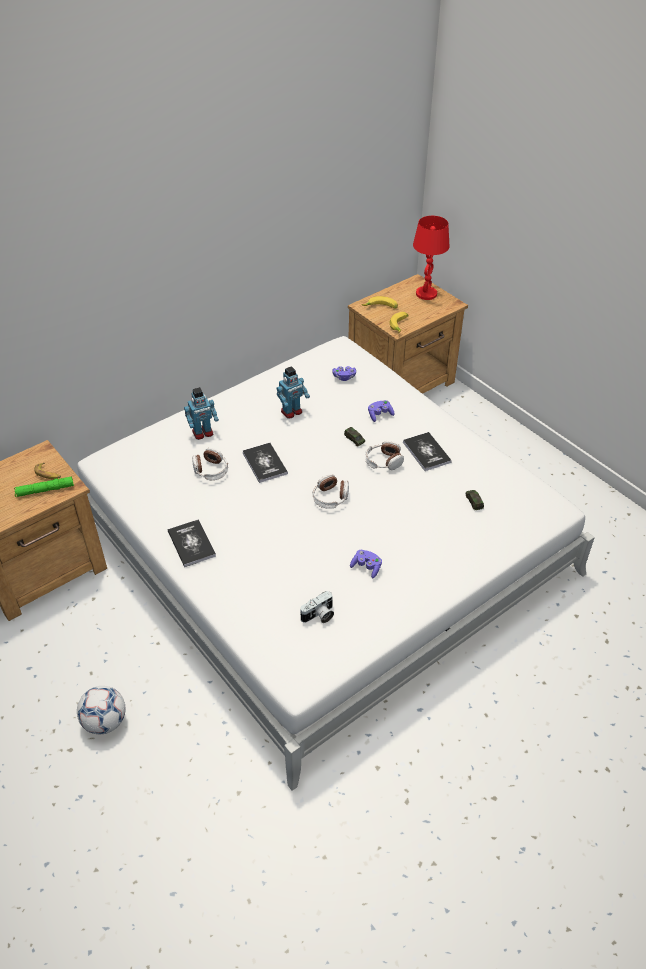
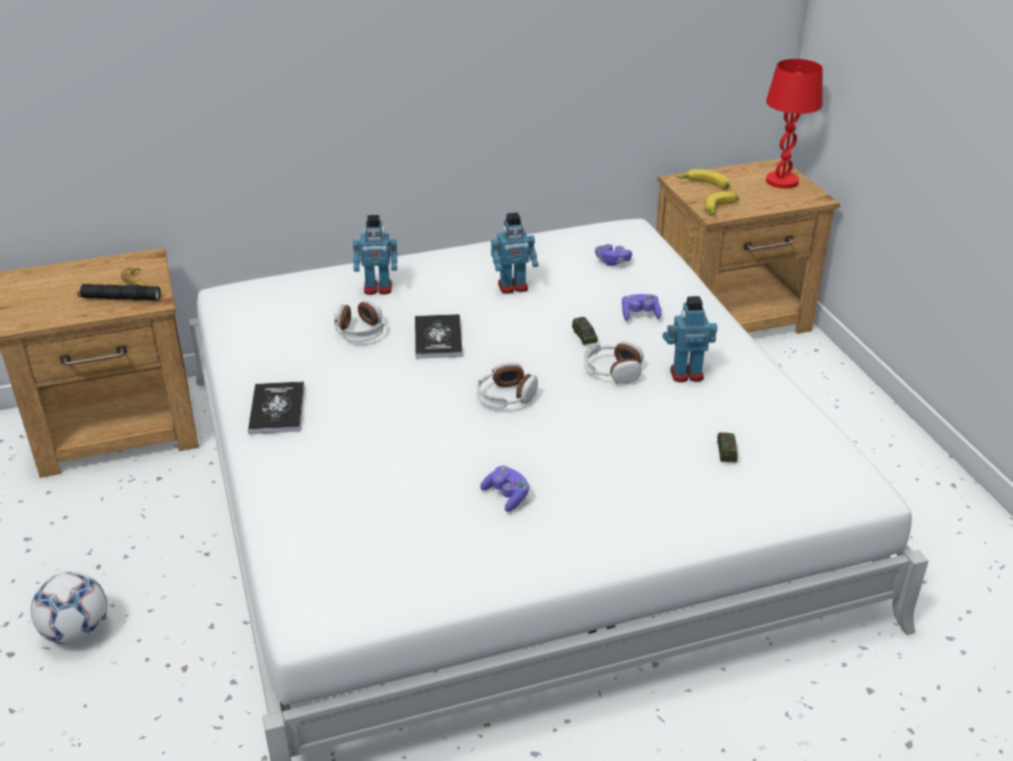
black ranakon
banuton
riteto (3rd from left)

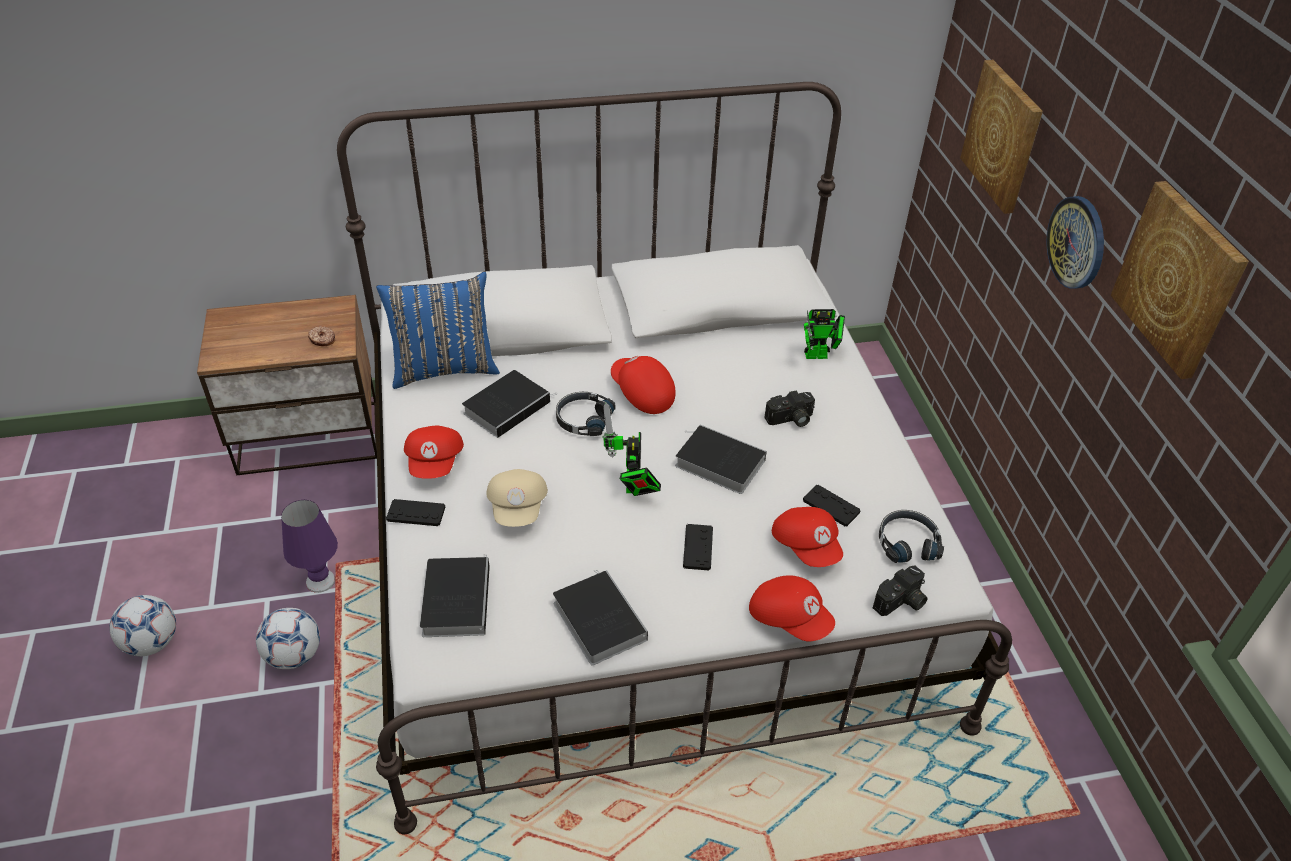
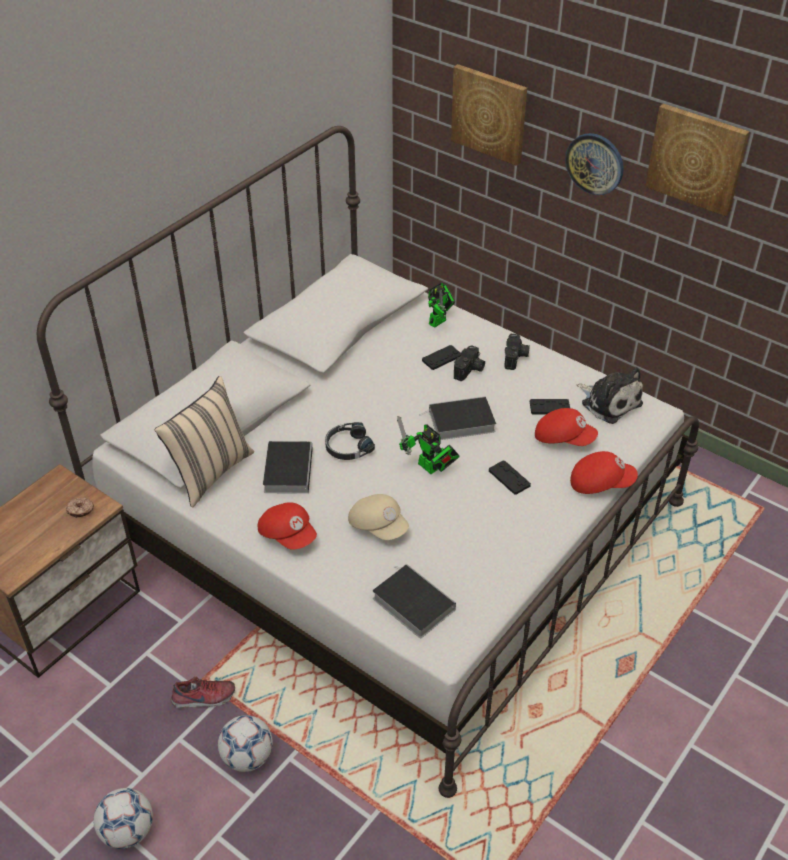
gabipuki
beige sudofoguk
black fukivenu (1st from left)
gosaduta (3rd from left in the first image)
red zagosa (2nd from left in the first image)
banuton (2nd from left)
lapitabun

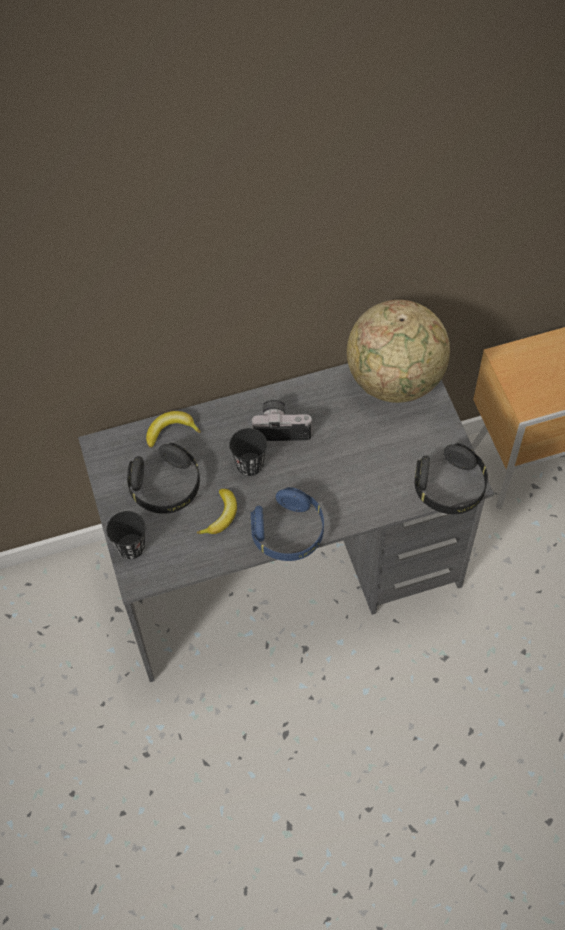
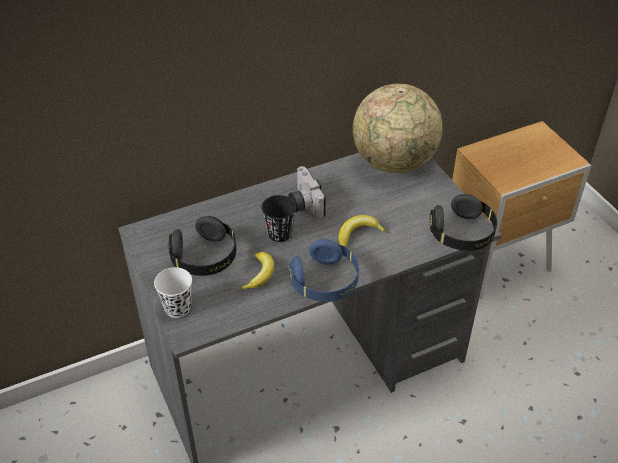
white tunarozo
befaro (2nd from left)
banuton

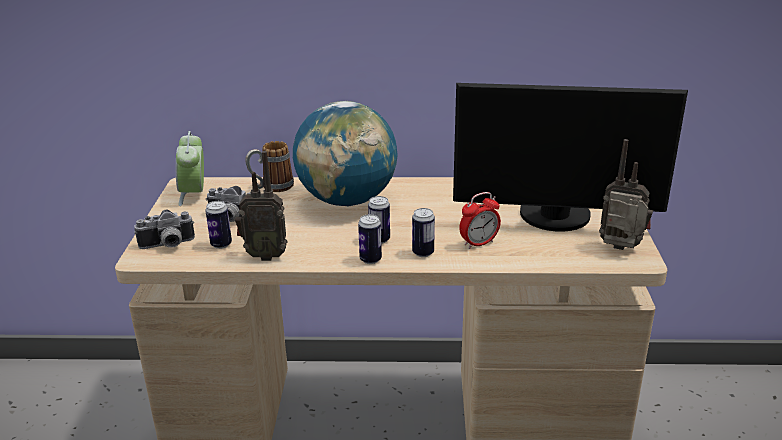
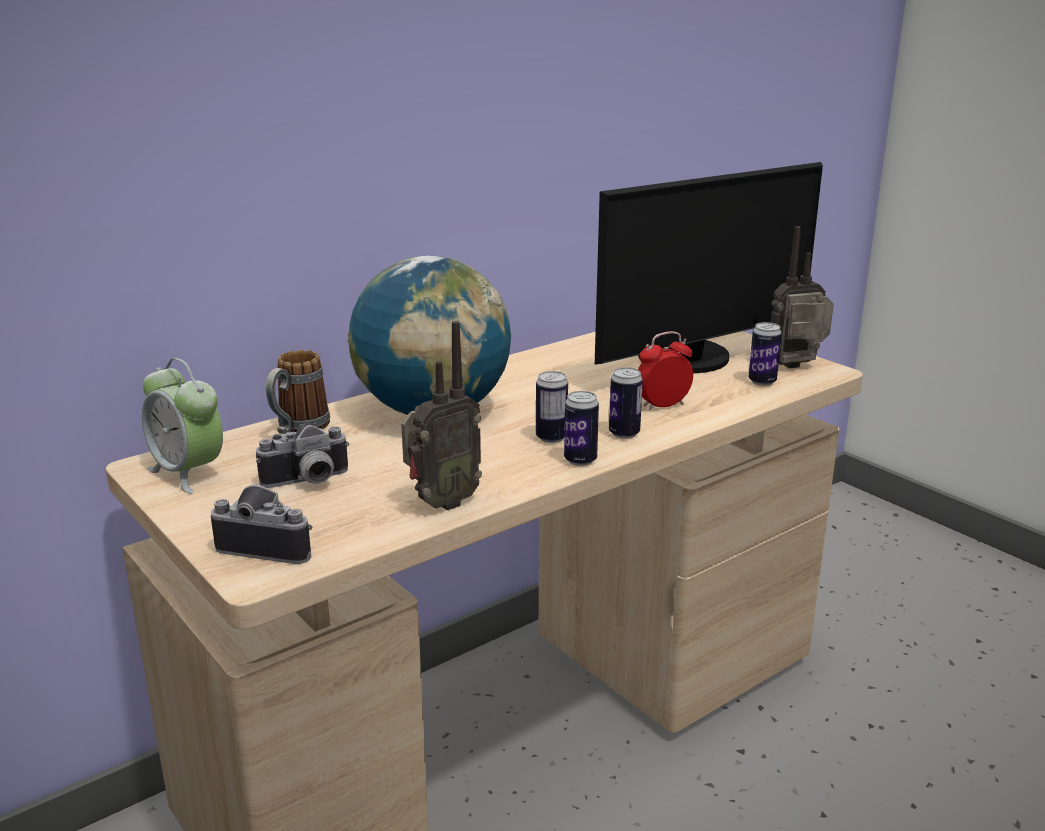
banuton (1st from left)
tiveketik (4th from left)
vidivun (2nd from left)

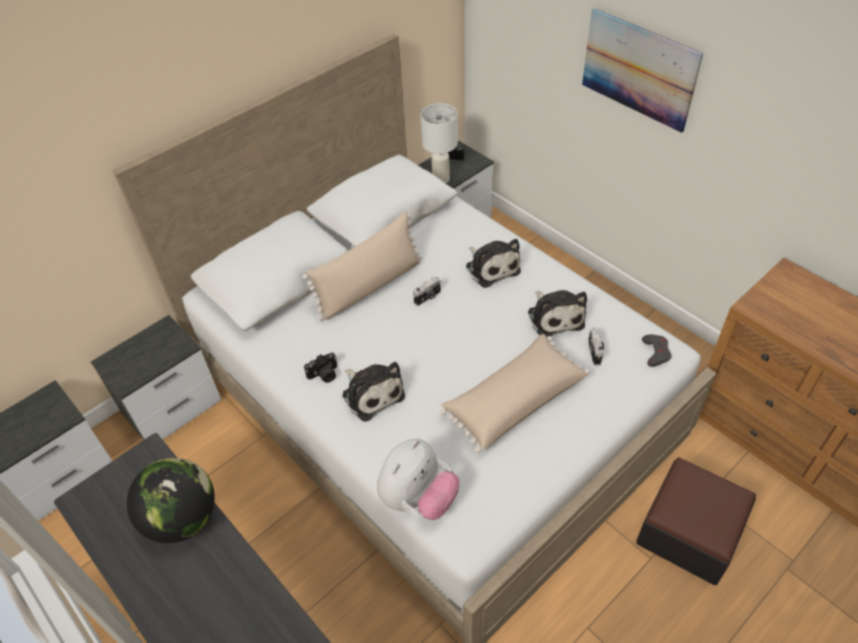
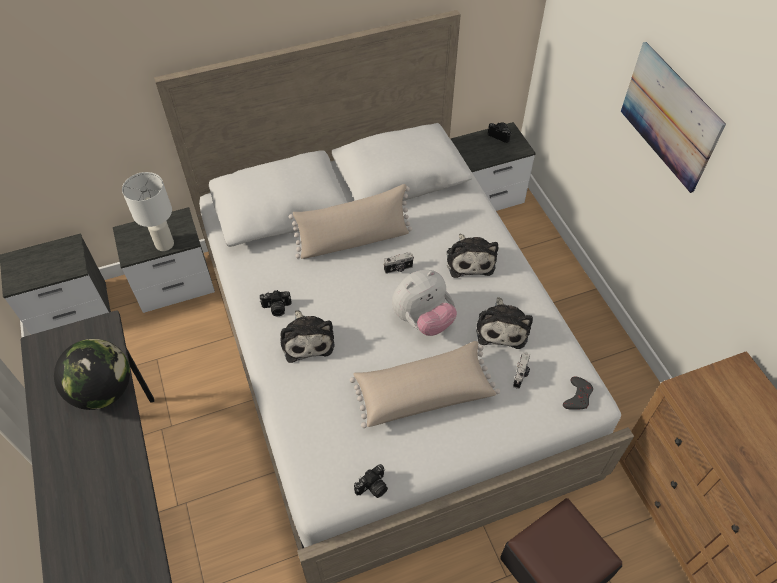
lapitabun (2nd from left)
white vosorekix
banuton (2nd from left)

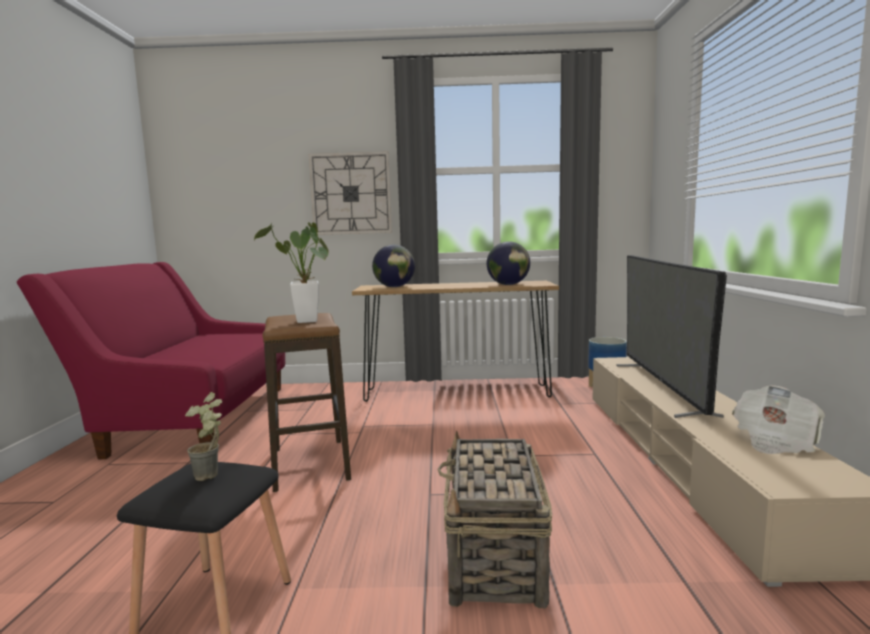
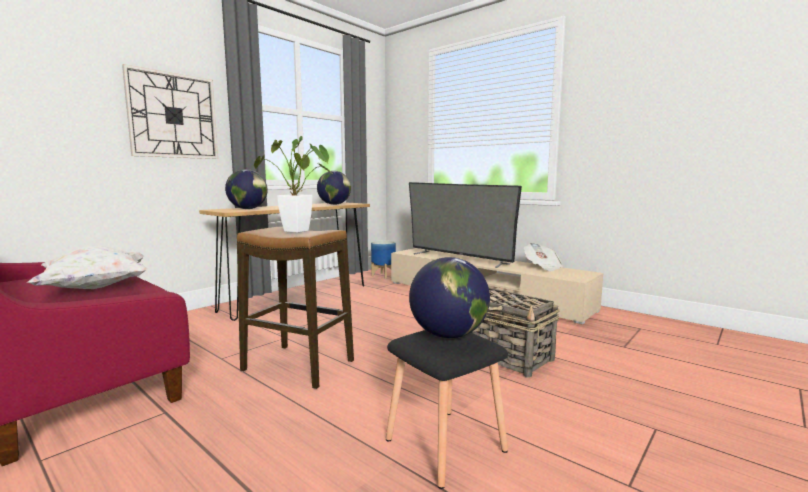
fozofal (3rd from left)
white sudofoguk

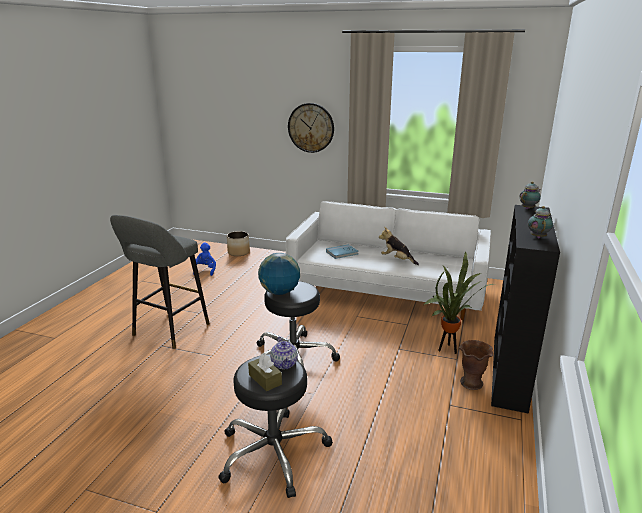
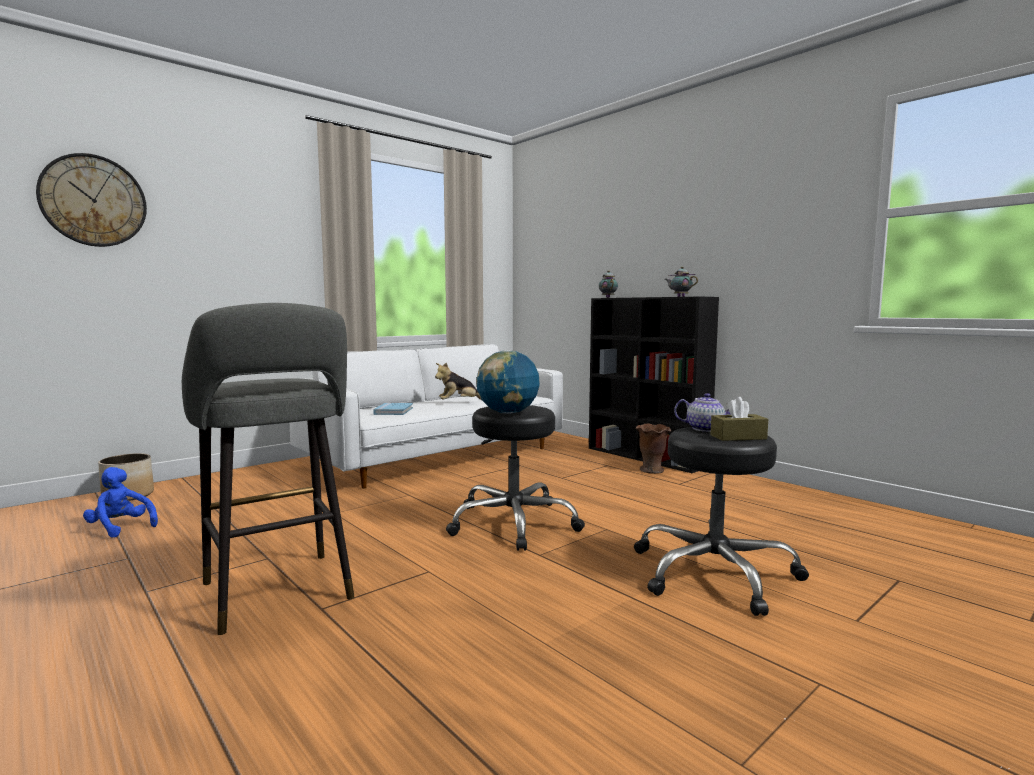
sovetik
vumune

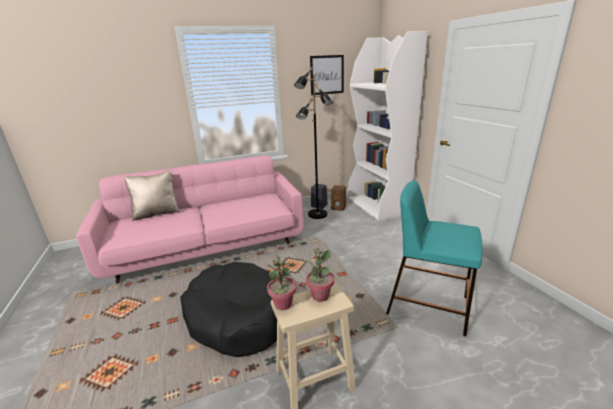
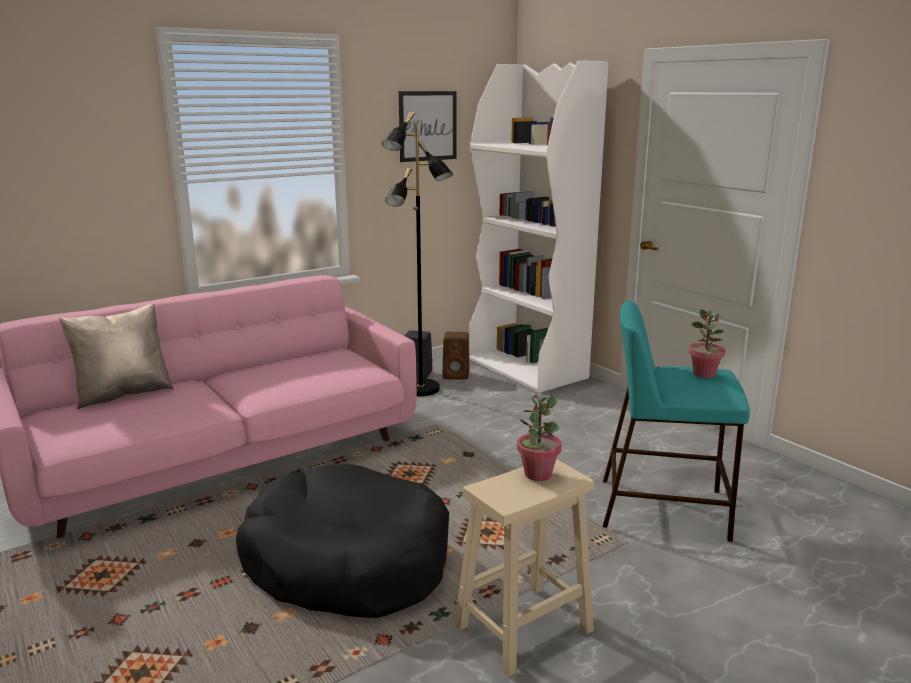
vumune (2nd from left)

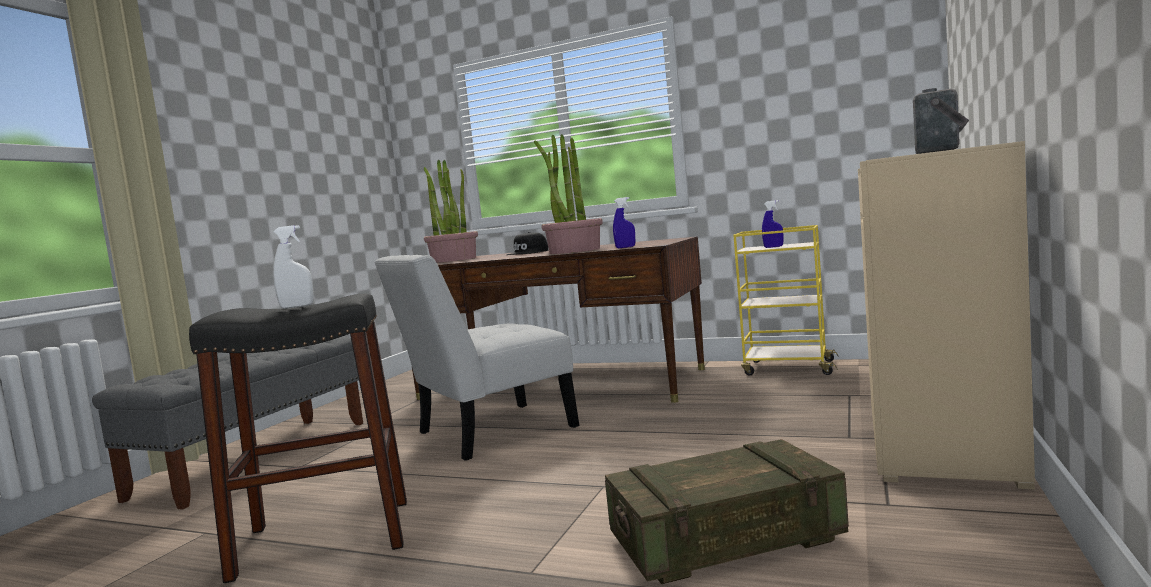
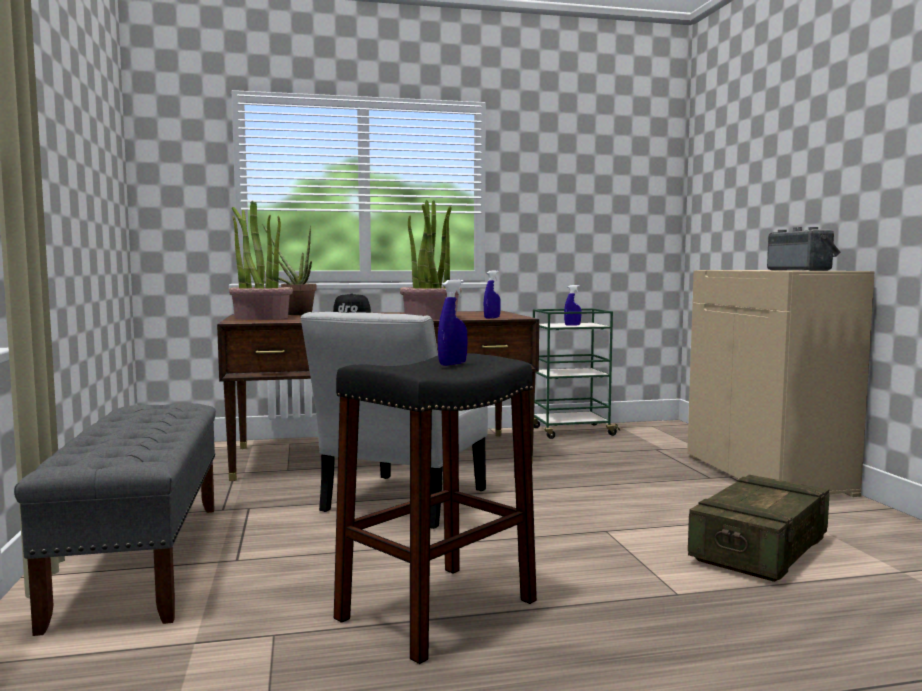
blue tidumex (1st from left)
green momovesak
vumune (2nd from left)

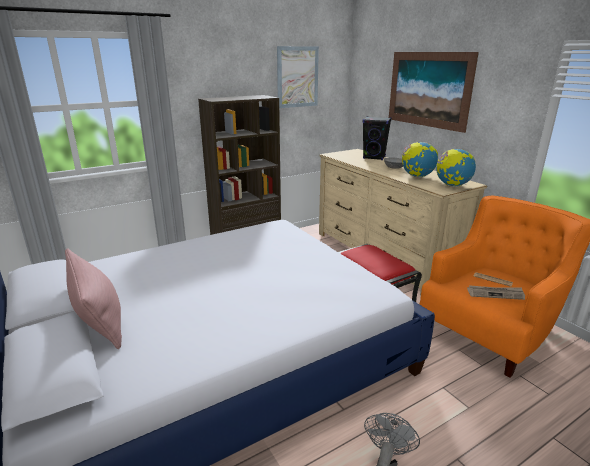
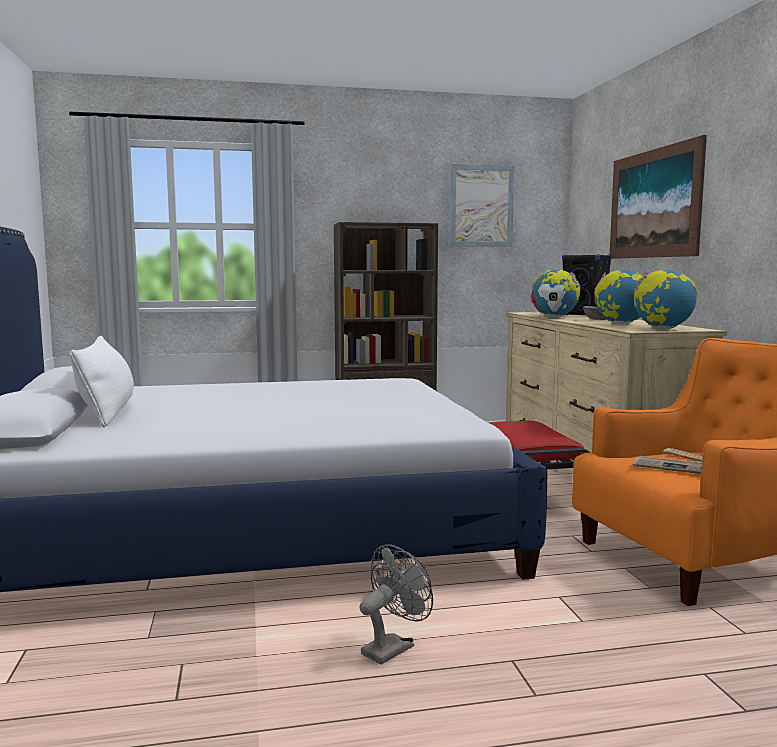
white sudofoguk
fozofal (1st from left)

